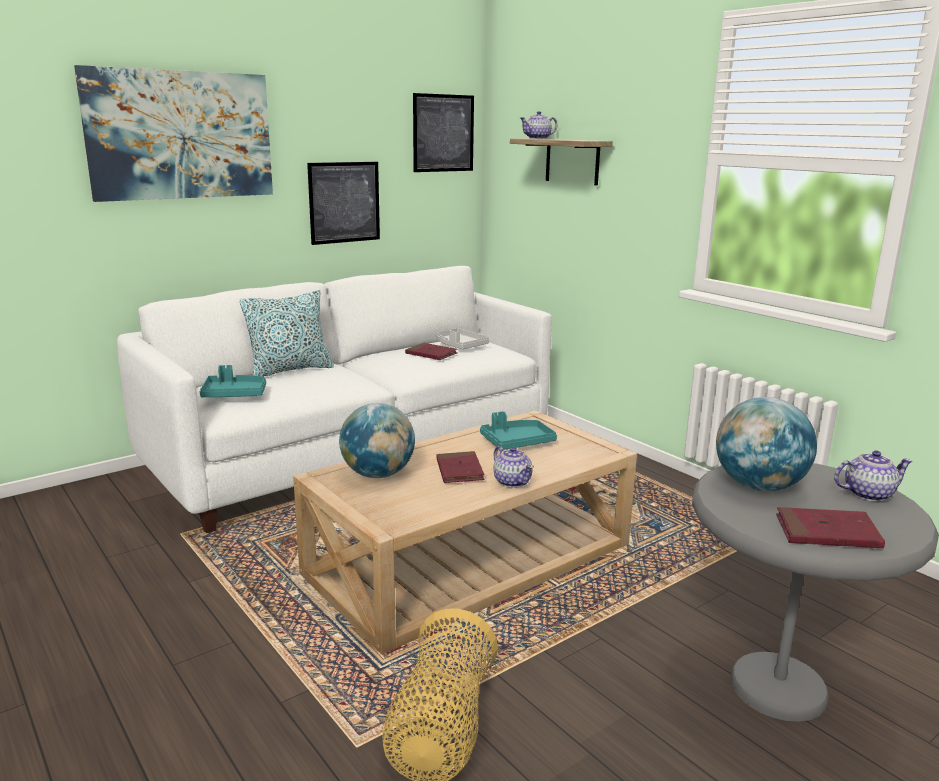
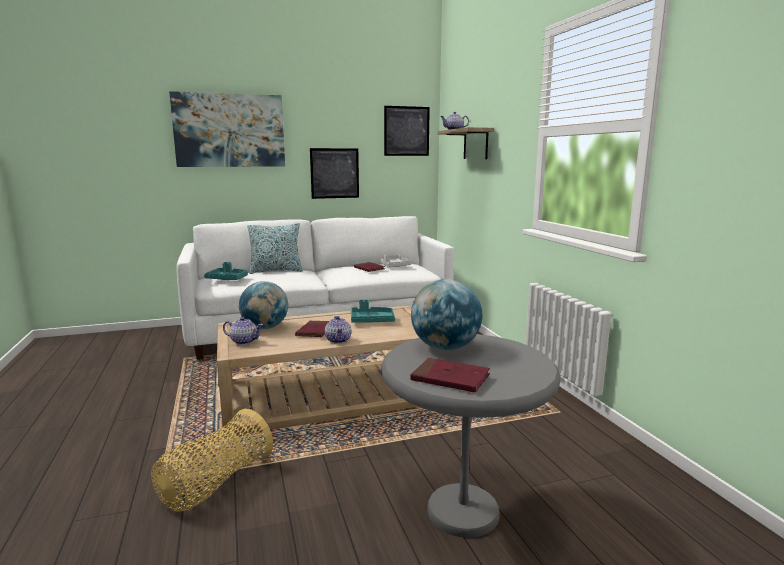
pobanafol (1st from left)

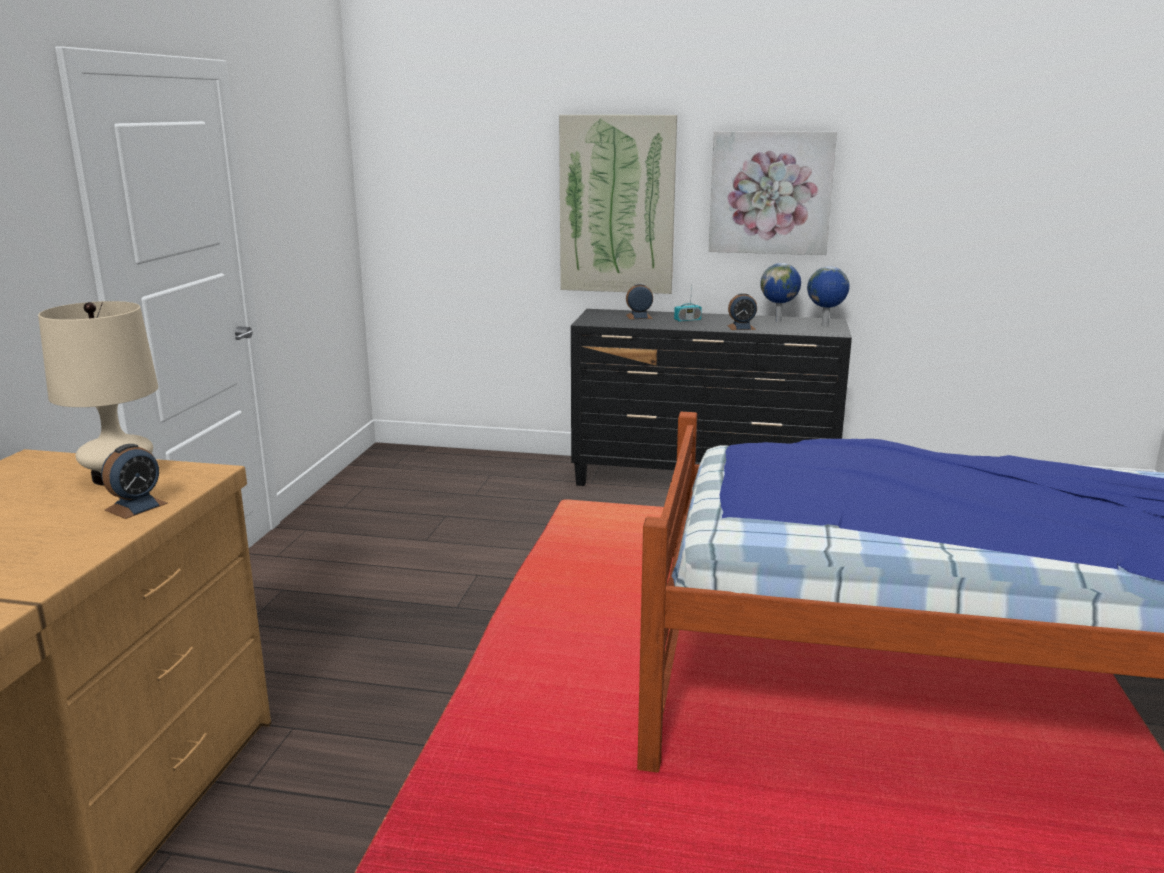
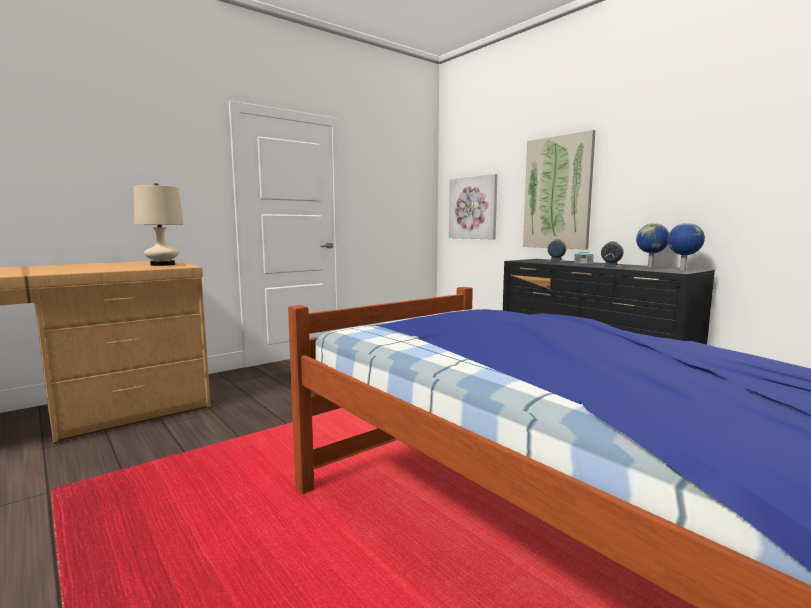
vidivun (1st from left in the first image)
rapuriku (1st from left)

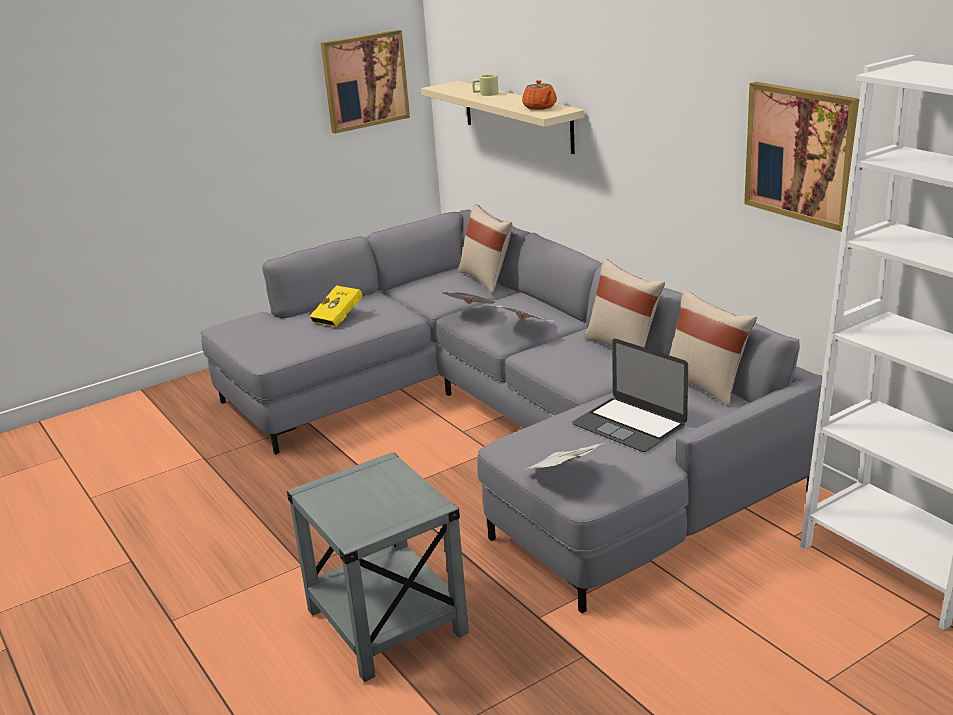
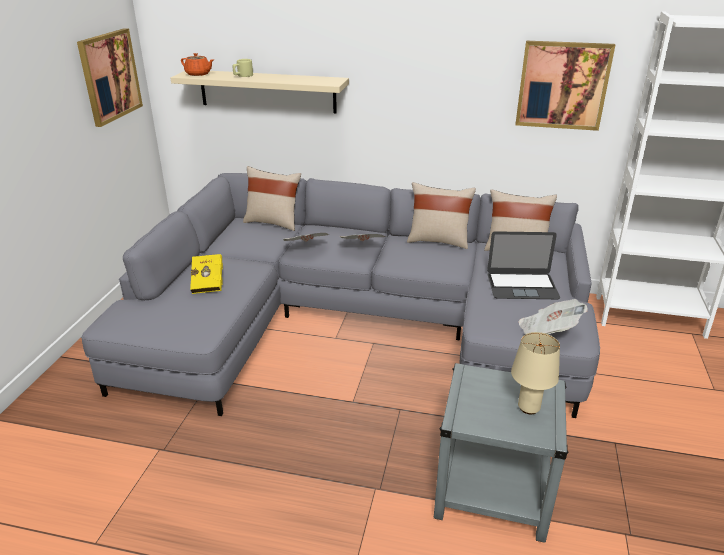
orange pobanafol
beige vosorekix

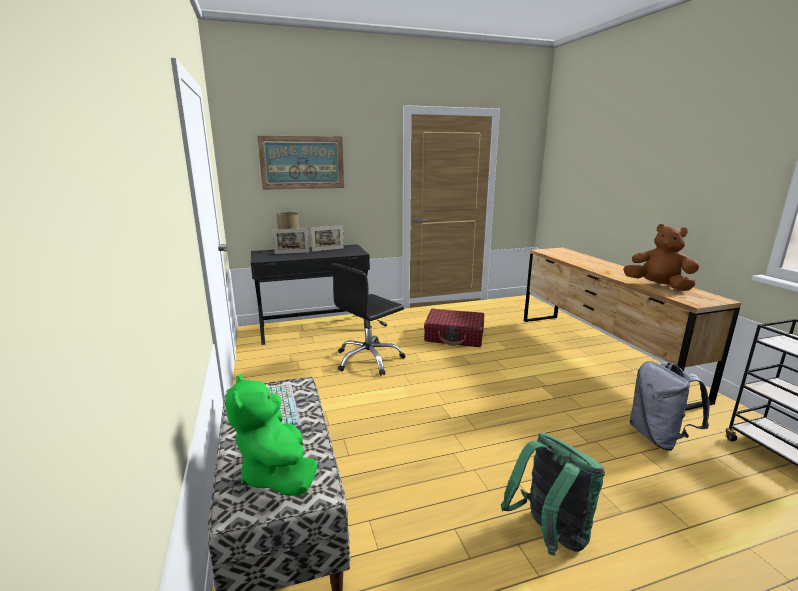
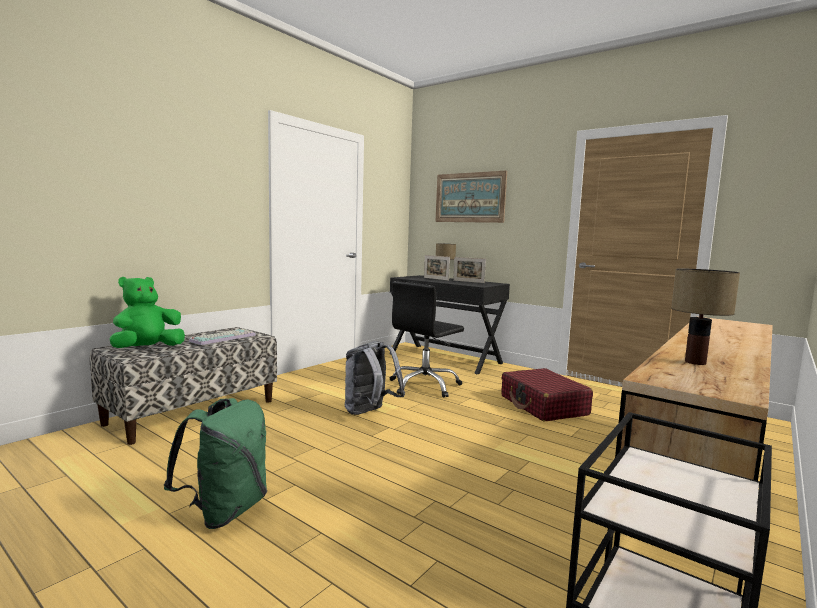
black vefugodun
vosorekix (2nd from left)
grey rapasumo

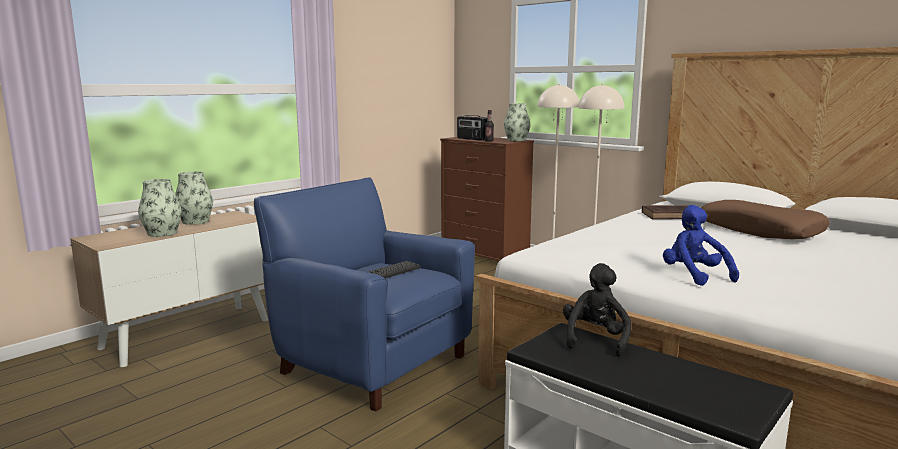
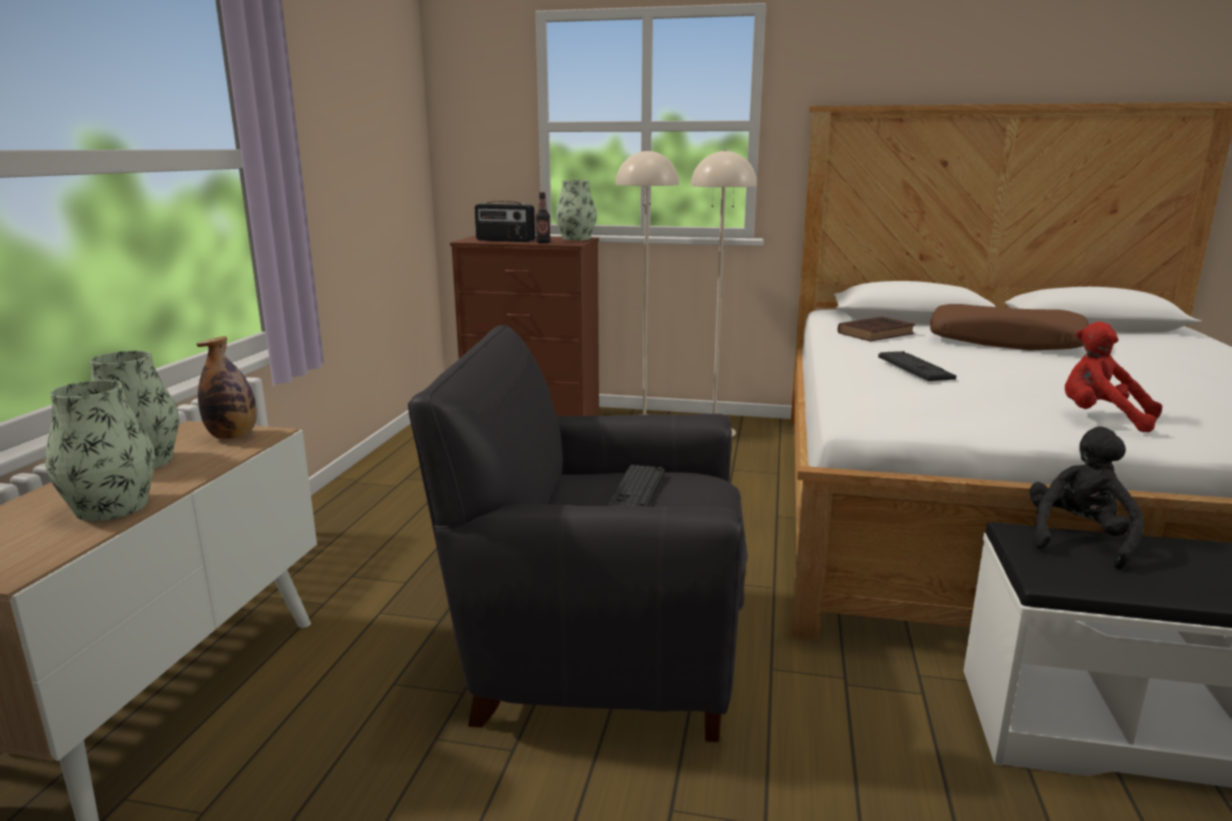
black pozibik
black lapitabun
red lapitabun
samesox (1st from left)
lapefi (2nd from left)

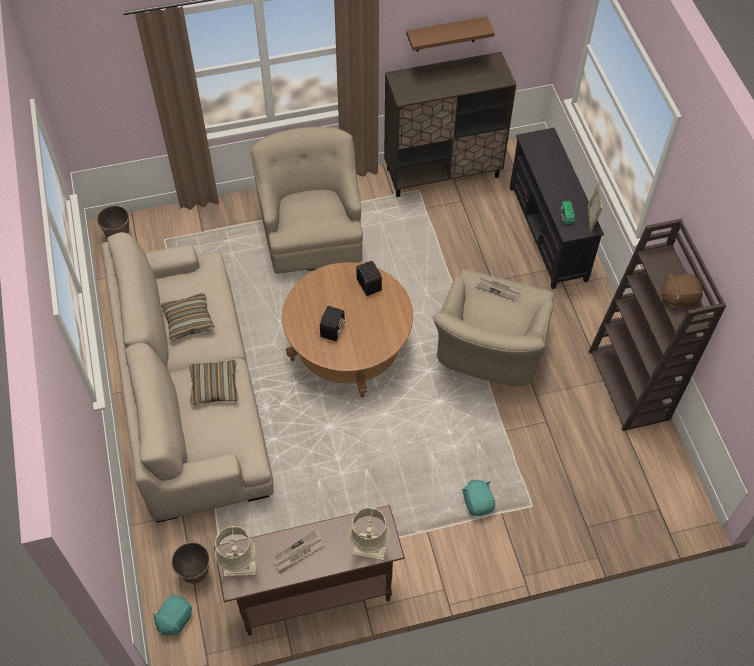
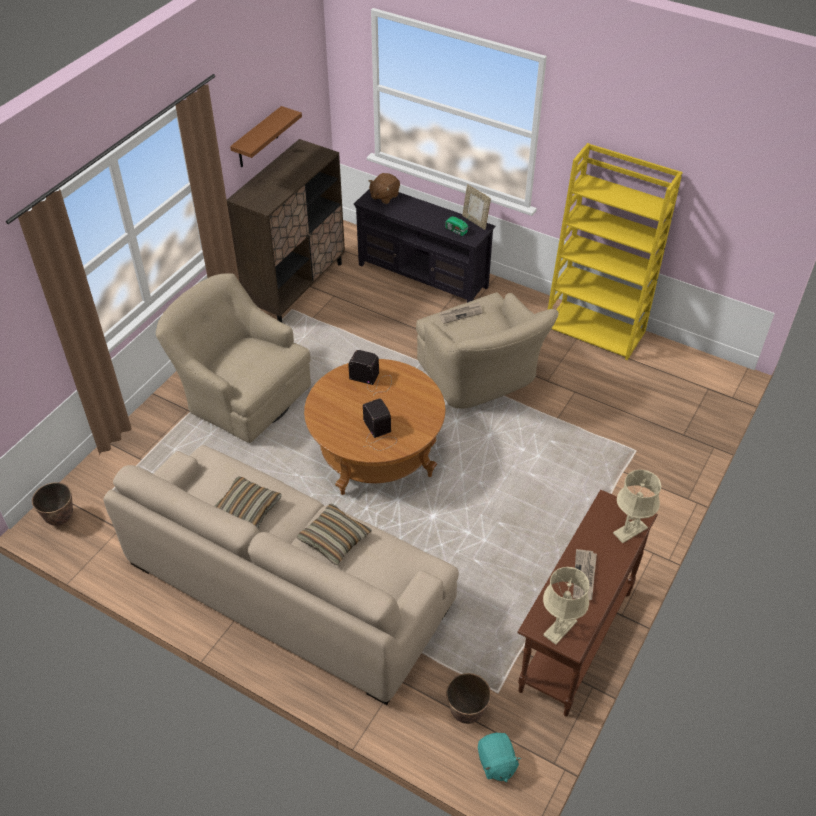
turquoise lapitabun (2nd from left in the first image)
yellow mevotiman
brown lapitabun

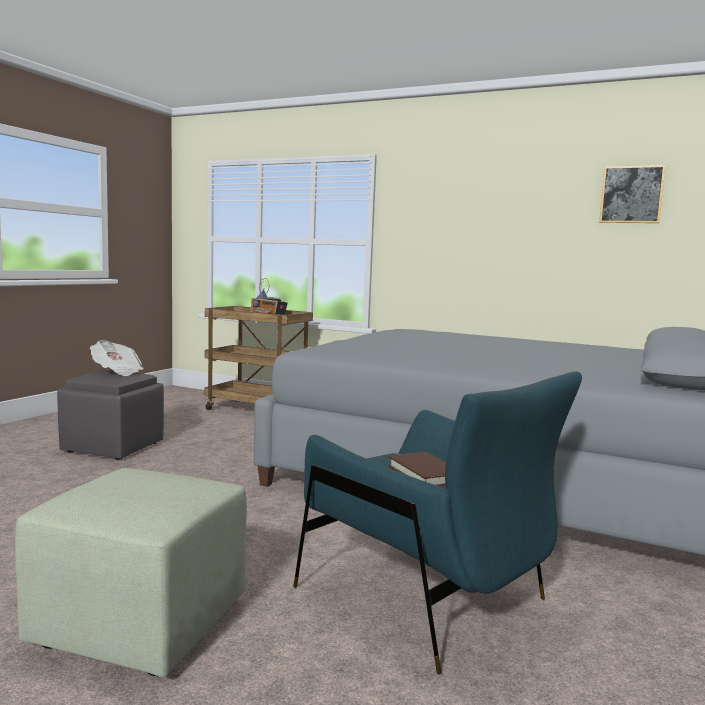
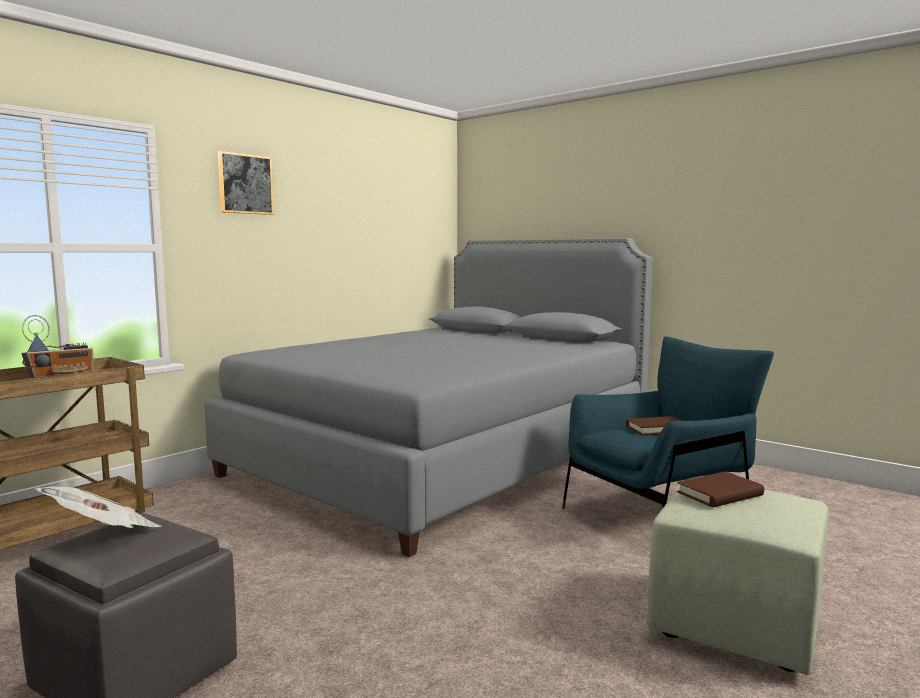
rapuriku
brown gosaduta (2nd from left)

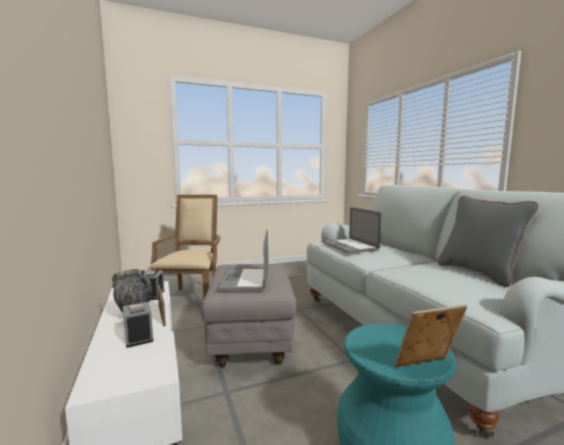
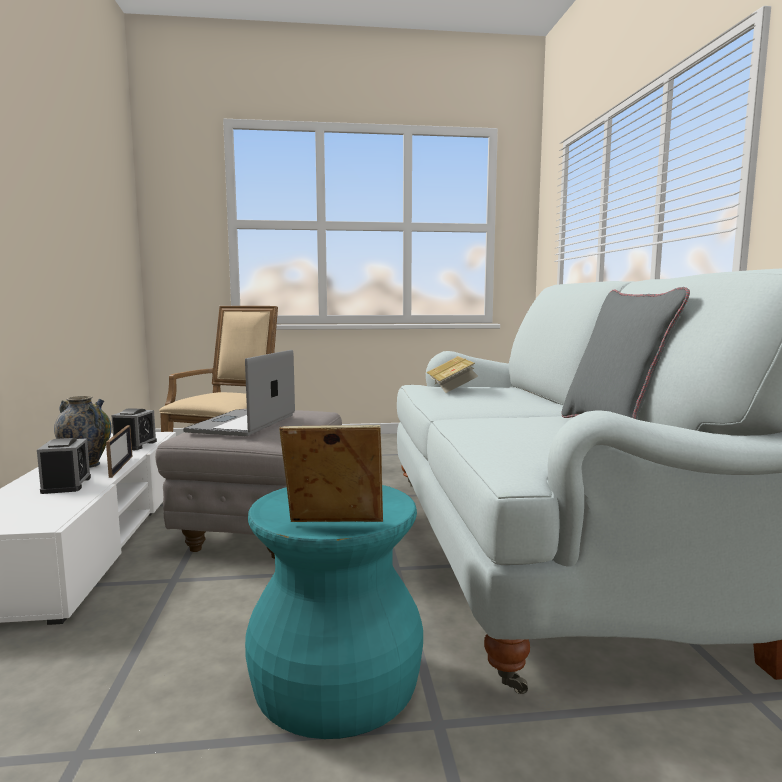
gosaduta

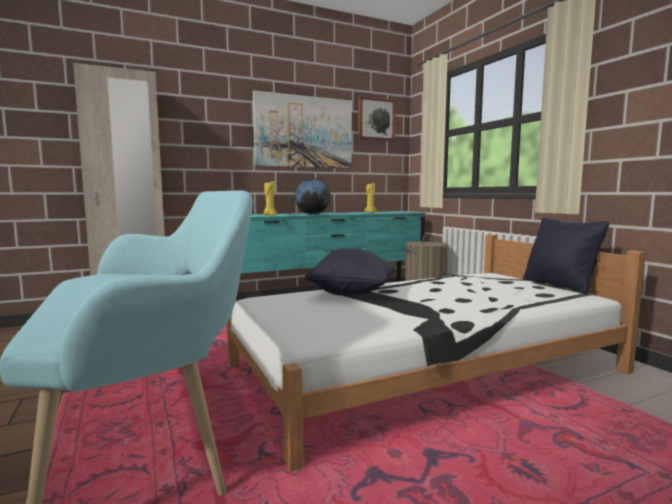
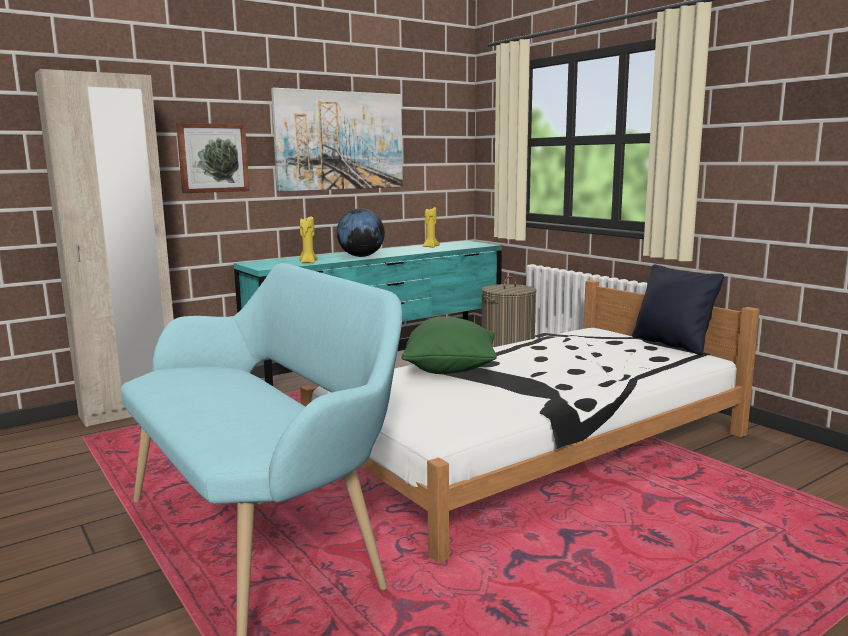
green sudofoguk
rapuriku (1st from left)

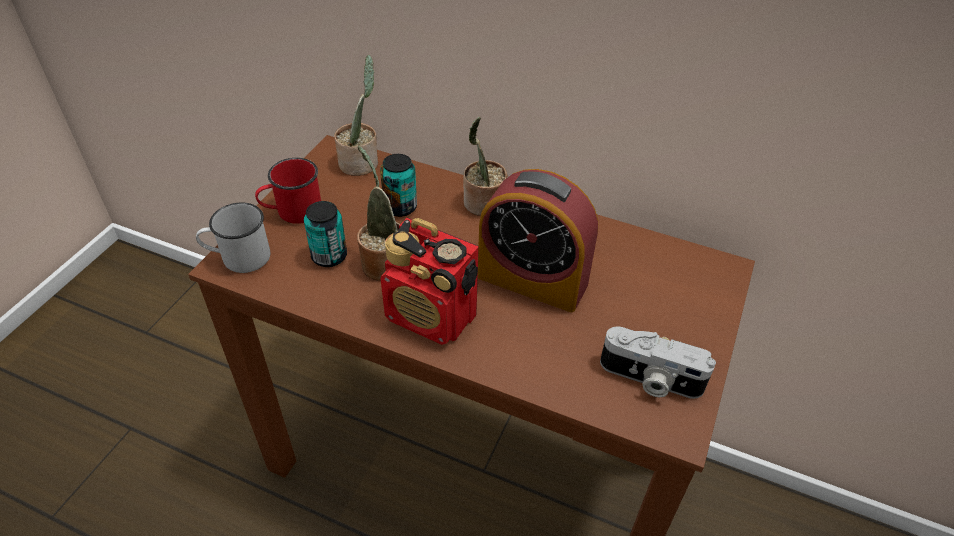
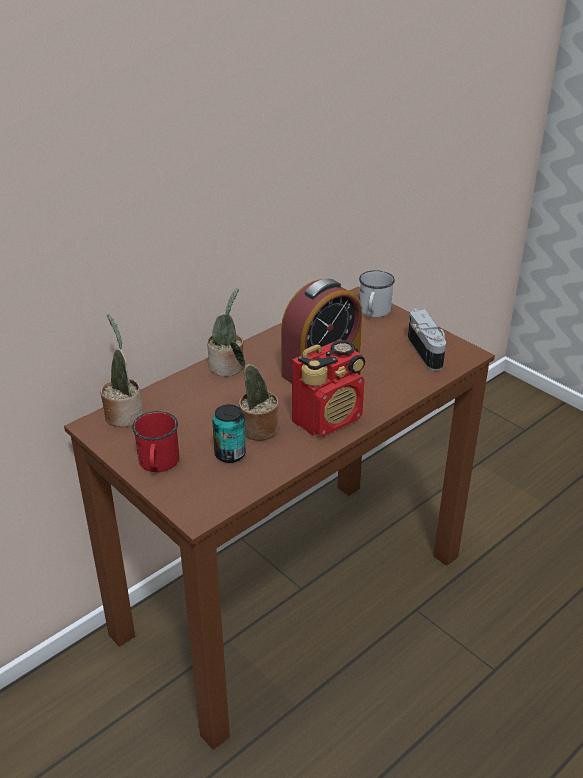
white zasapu
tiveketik (2nd from left in the first image)
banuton

